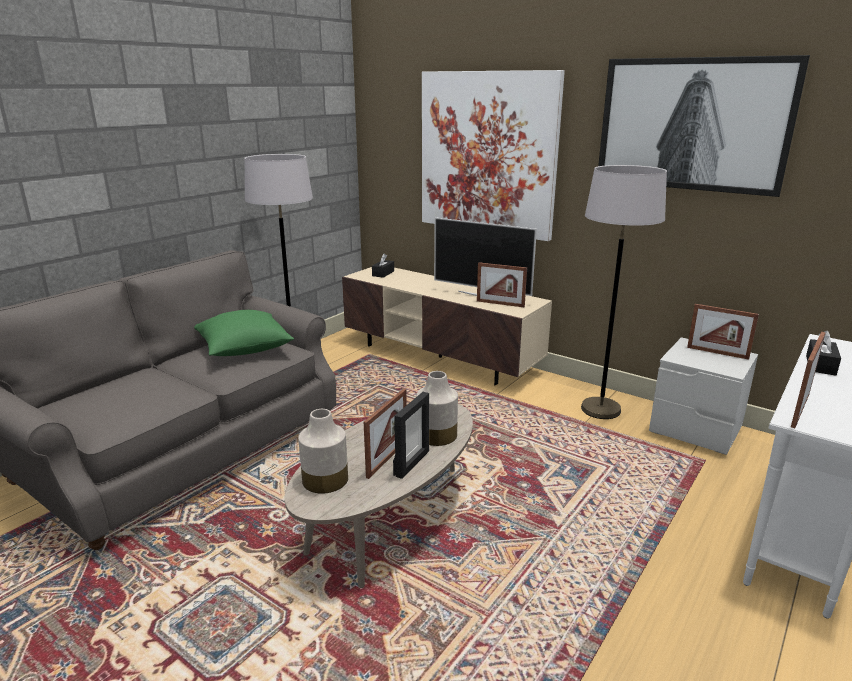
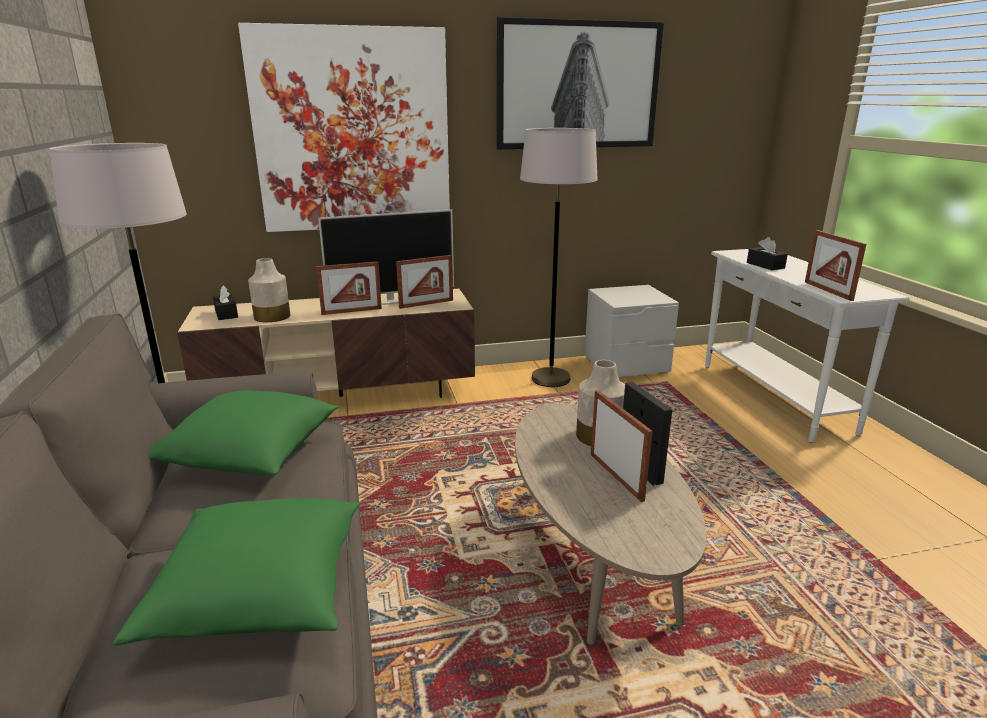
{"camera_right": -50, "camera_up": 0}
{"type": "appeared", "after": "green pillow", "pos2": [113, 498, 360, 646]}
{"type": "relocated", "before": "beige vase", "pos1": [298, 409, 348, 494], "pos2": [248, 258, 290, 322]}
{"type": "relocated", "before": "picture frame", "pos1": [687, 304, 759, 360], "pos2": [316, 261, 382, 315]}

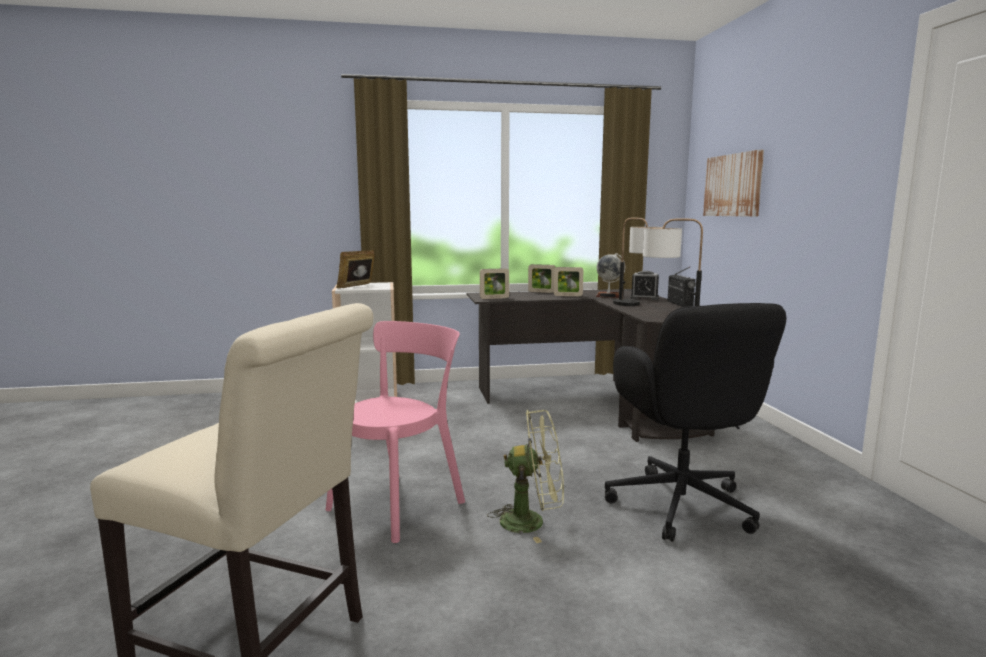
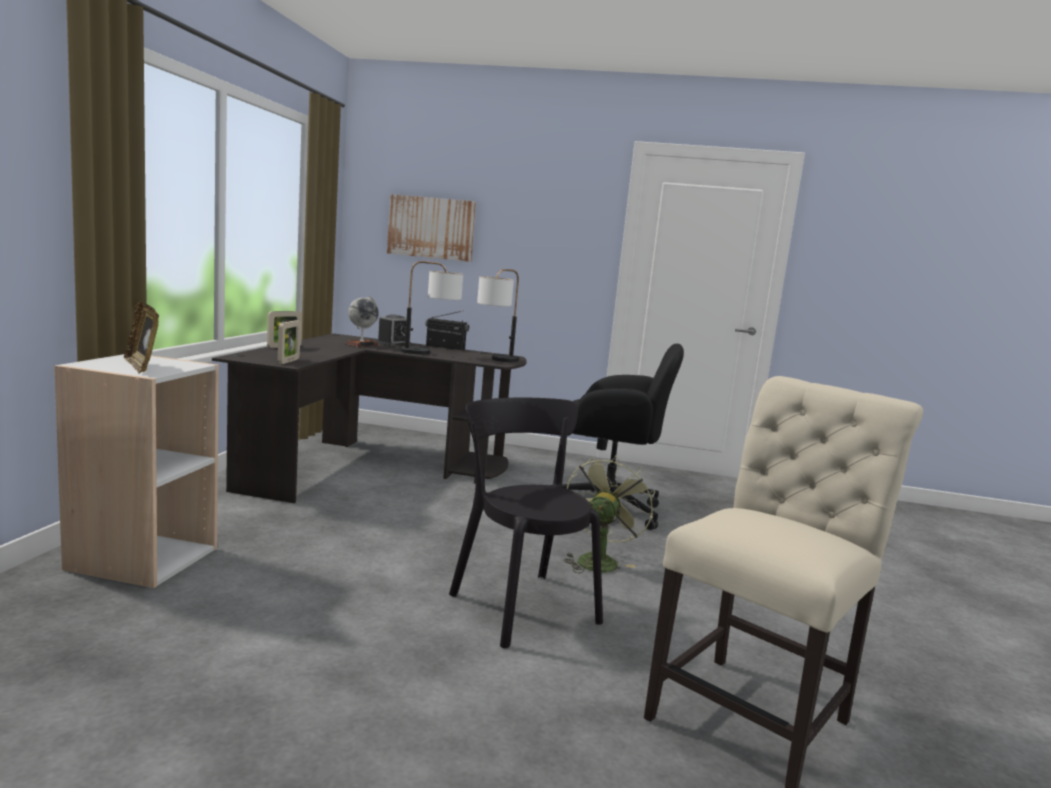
{"camera_right": -70, "camera_up": 0}
{"type": "colour", "before": "pink chair", "after": "black chair", "pos1": [326, 321, 465, 543], "pos2": [449, 398, 603, 649]}
{"type": "missing", "before": "picture frame", "pos1": [554, 267, 584, 296]}

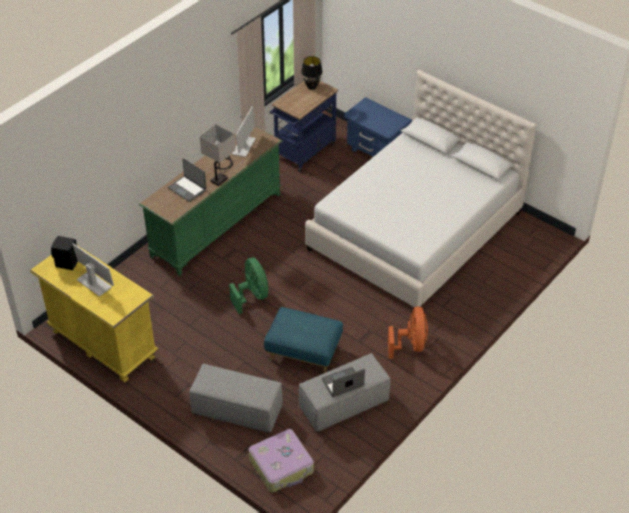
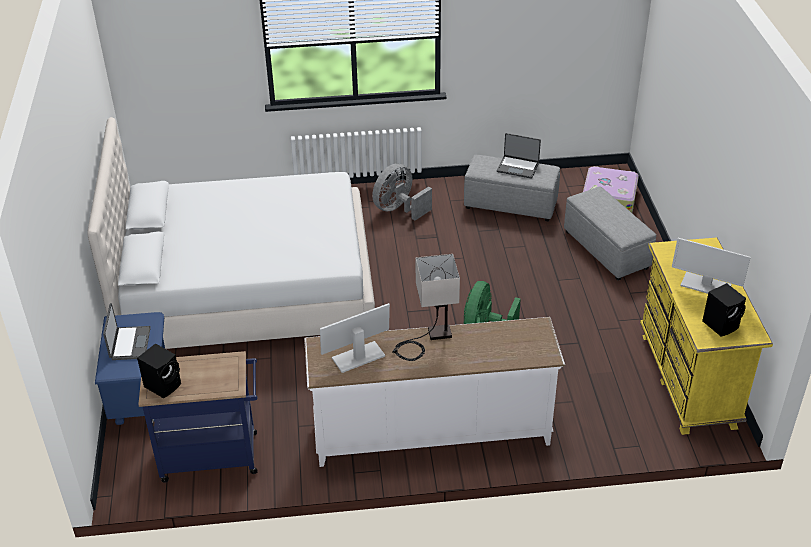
{"camera_right": -135, "camera_up": -5}
{"type": "relocated", "before": "laptop", "pos1": [168, 158, 206, 202], "pos2": [103, 303, 151, 360]}
{"type": "exchanged", "before": "black table lamp", "after": "black speaker", "pos1": [301, 56, 323, 90], "pos2": [137, 343, 181, 399]}
{"type": "colour", "before": "green cabinet", "after": "white cabinet", "pos1": [139, 126, 283, 276], "pos2": [304, 317, 565, 467]}
{"type": "colour", "before": "orange fan", "after": "grey fan", "pos1": [388, 307, 428, 359], "pos2": [372, 163, 432, 220]}
{"type": "spun", "before": "monitor", "pos1": [73, 243, 114, 297], "pos2": [672, 238, 751, 294], "turn": -60}
{"type": "missing", "before": "blue ottoman", "pos1": [264, 307, 343, 373]}

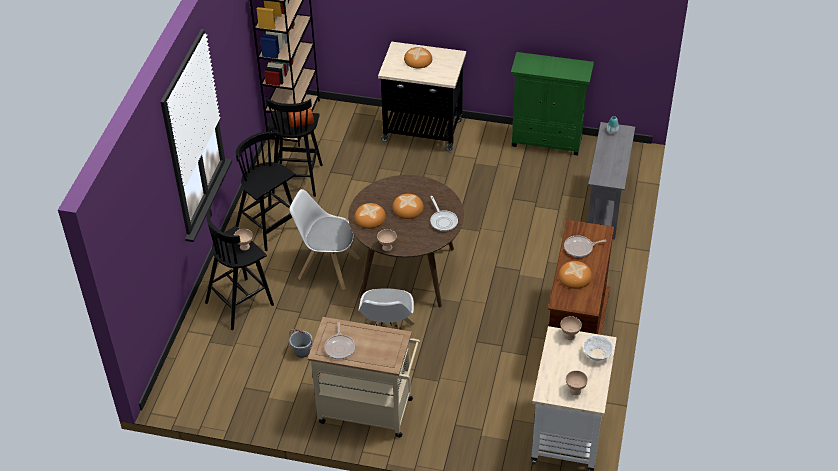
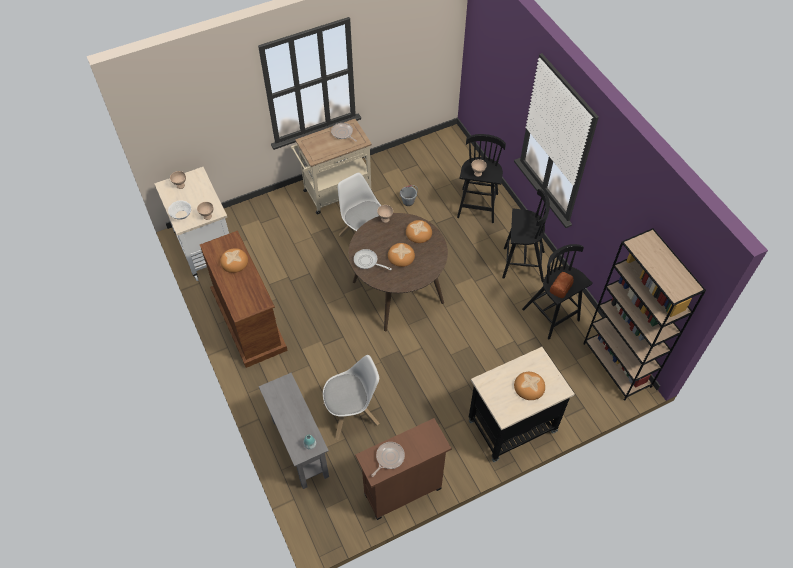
{"camera_right": 140, "camera_up": 10}
{"type": "relocated", "before": "chair", "pos1": [290, 189, 360, 290], "pos2": [322, 355, 379, 440]}
{"type": "colour", "before": "green cabinet", "after": "brown cabinet", "pos1": [511, 52, 594, 156], "pos2": [355, 418, 452, 520]}
{"type": "relocated", "before": "frying pan", "pos1": [564, 235, 606, 257], "pos2": [371, 442, 405, 477]}

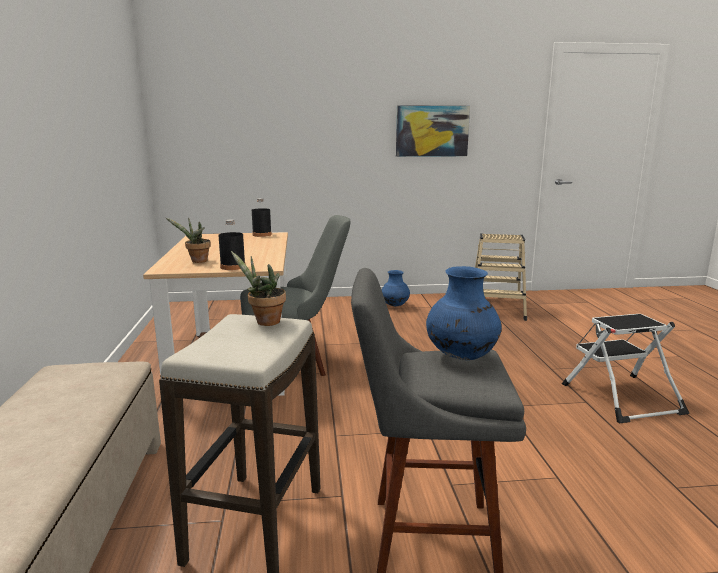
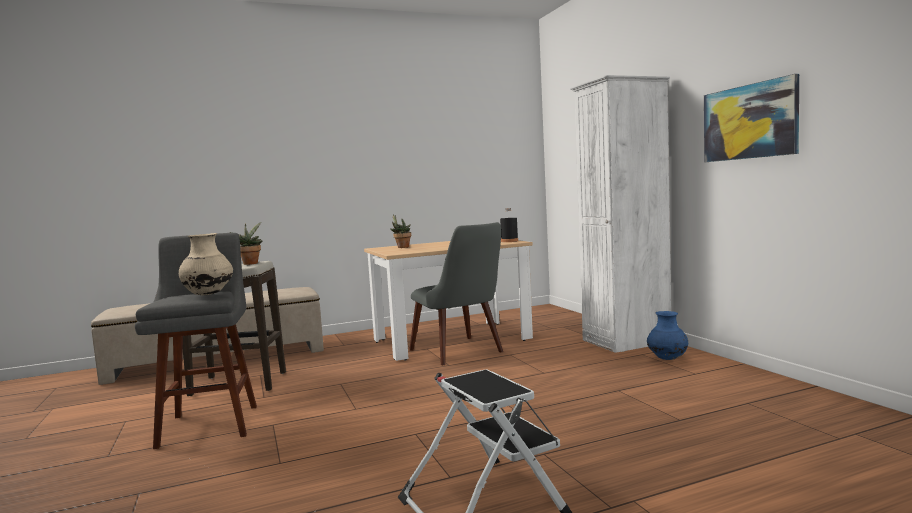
{"camera_right": 75, "camera_up": -10}
{"type": "colour", "before": "blue vase", "after": "beige vase", "pos1": [426, 266, 502, 360], "pos2": [179, 233, 233, 295]}
{"type": "appeared", "after": "white cabinet", "pos2": [570, 75, 671, 353]}
{"type": "missing", "before": "black bottle", "pos1": [218, 220, 245, 270]}
{"type": "missing", "before": "beige step ladder", "pos1": [475, 233, 527, 321]}

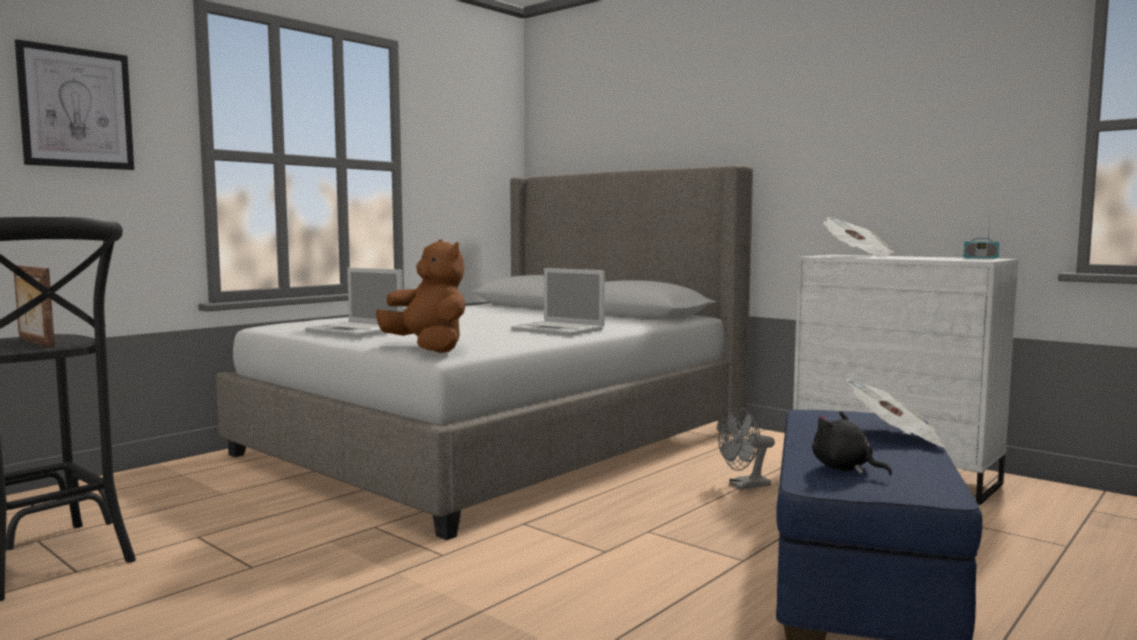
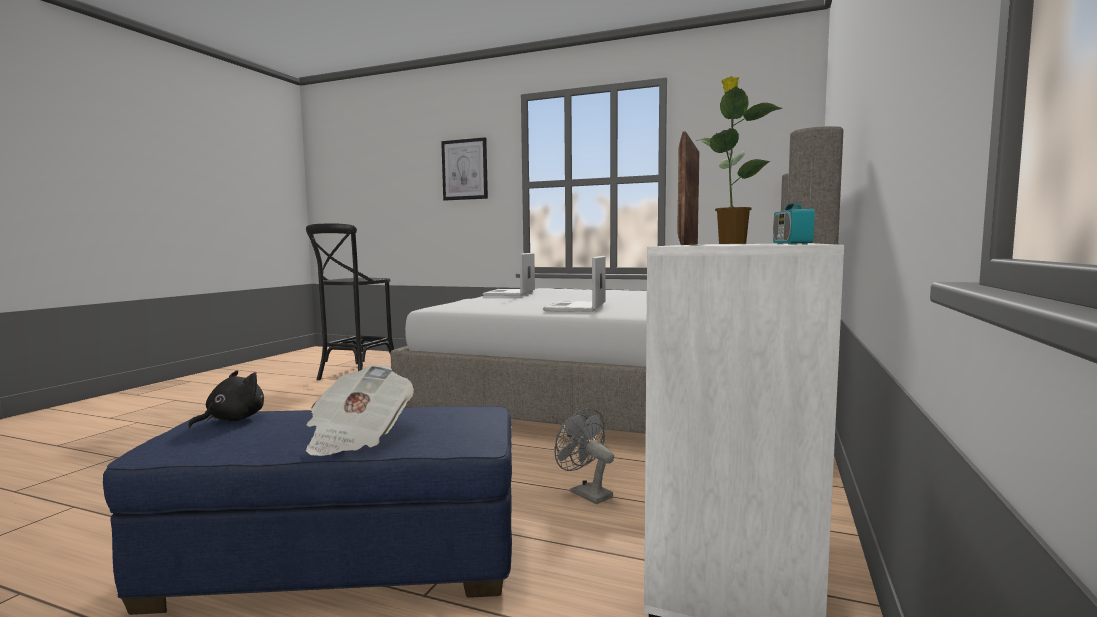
{"camera_right": 70, "camera_up": 0}
{"type": "relocated", "before": "picture frame", "pos1": [14, 265, 55, 348], "pos2": [677, 131, 699, 245]}
{"type": "exchanged", "before": "newspaper", "after": "potted plant", "pos1": [823, 217, 894, 258], "pos2": [695, 76, 782, 244]}
{"type": "missing", "before": "brown plush toy", "pos1": [376, 239, 465, 353]}

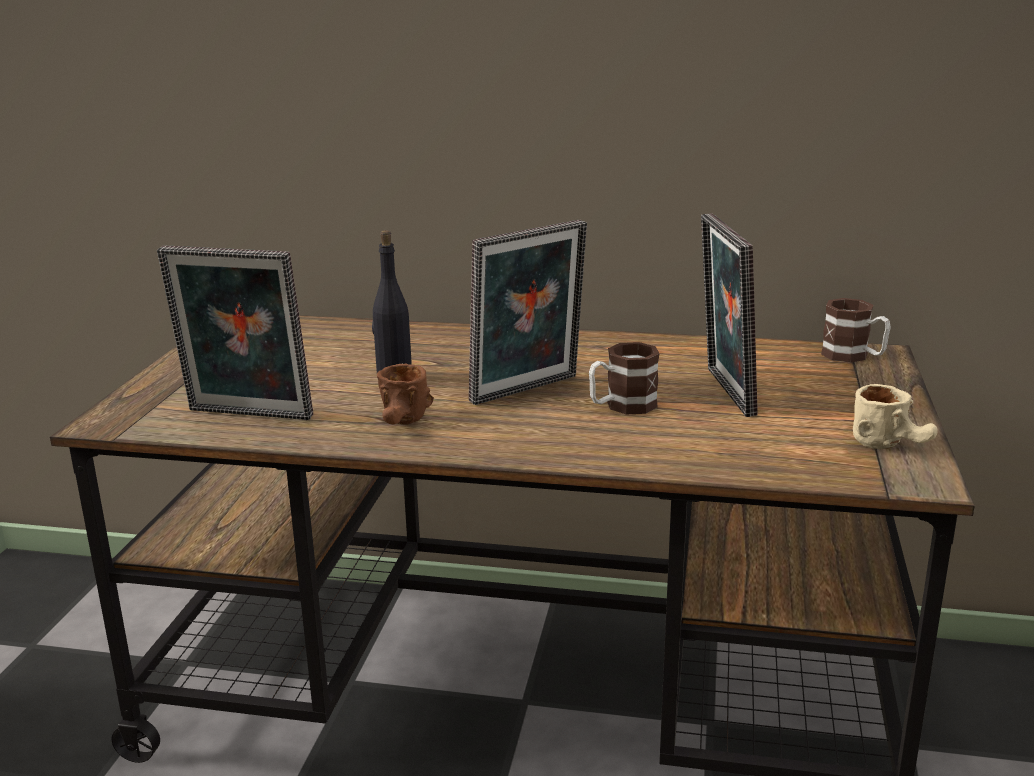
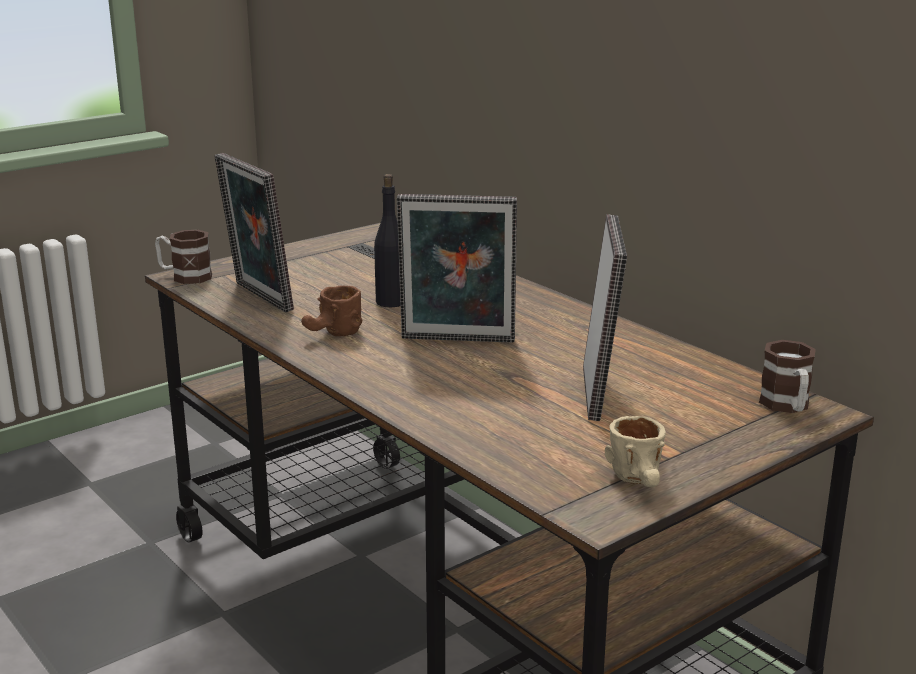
{"camera_right": 40, "camera_up": 0}
{"type": "relocated", "before": "mug", "pos1": [589, 342, 660, 415], "pos2": [155, 230, 212, 284]}
{"type": "spun", "before": "picture frame", "pos1": [701, 213, 758, 417], "pos2": [583, 214, 627, 421], "turn": 150}

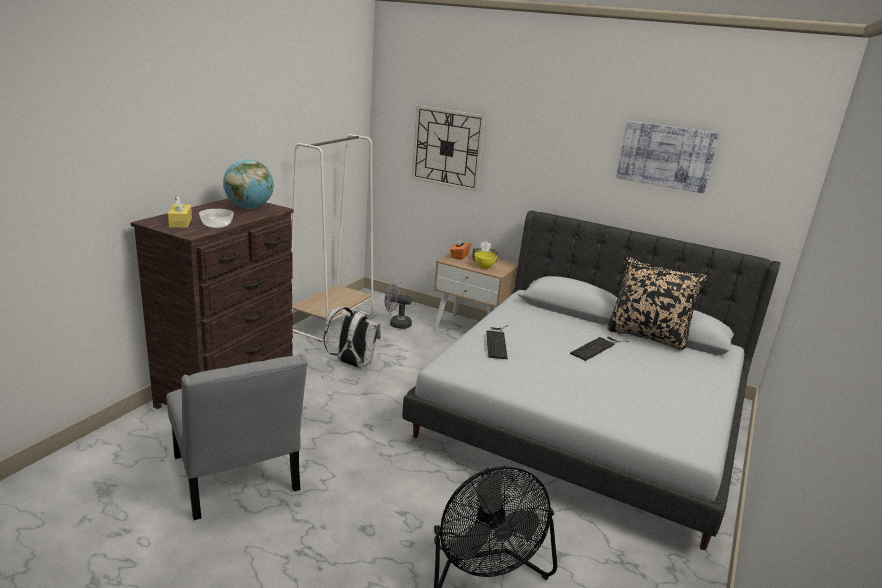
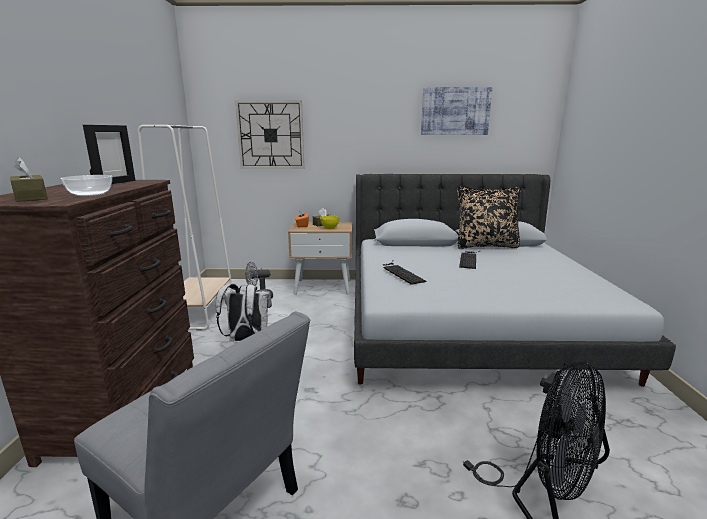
{"camera_right": -25, "camera_up": -5}
{"type": "colour", "before": "yellow tissue box", "after": "brown tissue box", "pos1": [168, 196, 192, 228], "pos2": [10, 157, 48, 202]}
{"type": "exchanged", "before": "globe", "after": "picture frame", "pos1": [223, 159, 274, 209], "pos2": [83, 125, 136, 184]}

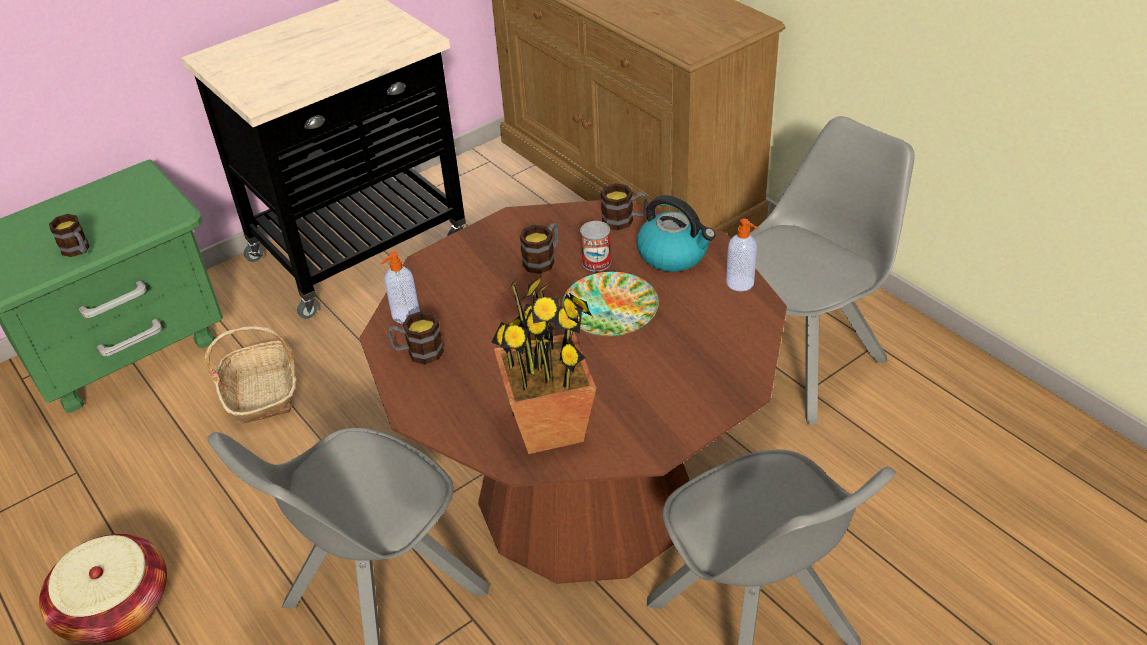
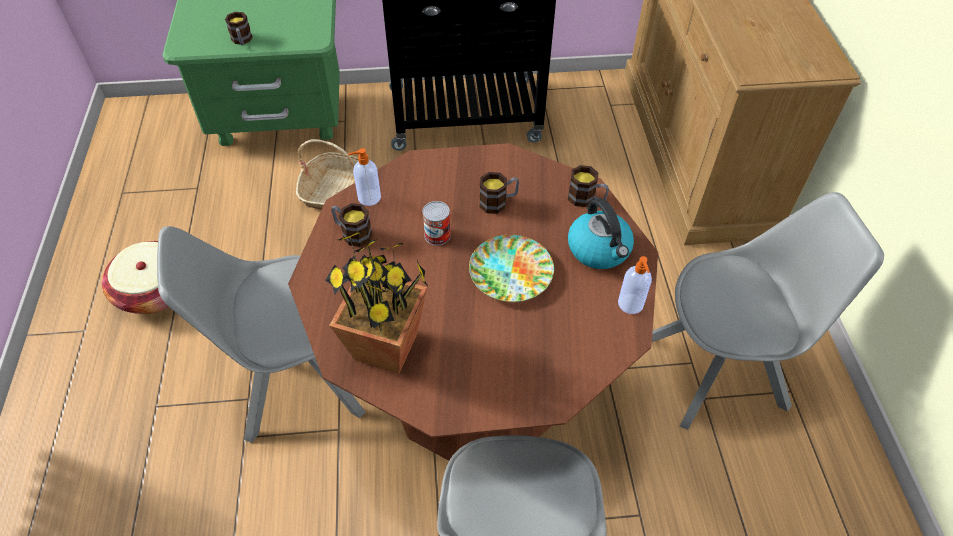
{"camera_right": 30, "camera_up": 10}
{"type": "relocated", "before": "can", "pos1": [580, 221, 611, 272], "pos2": [423, 201, 451, 245]}

